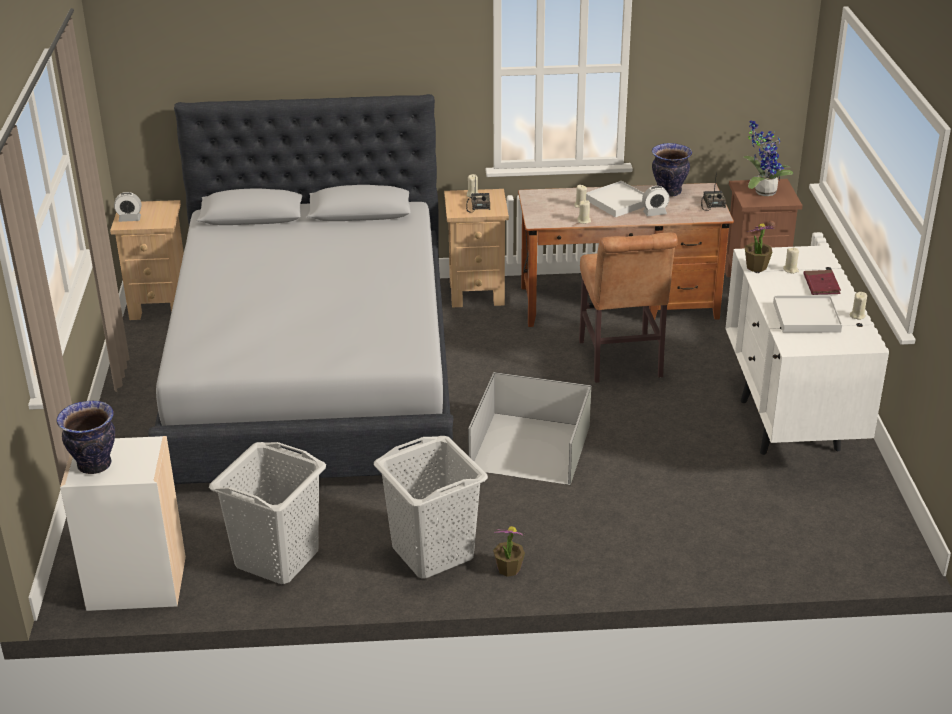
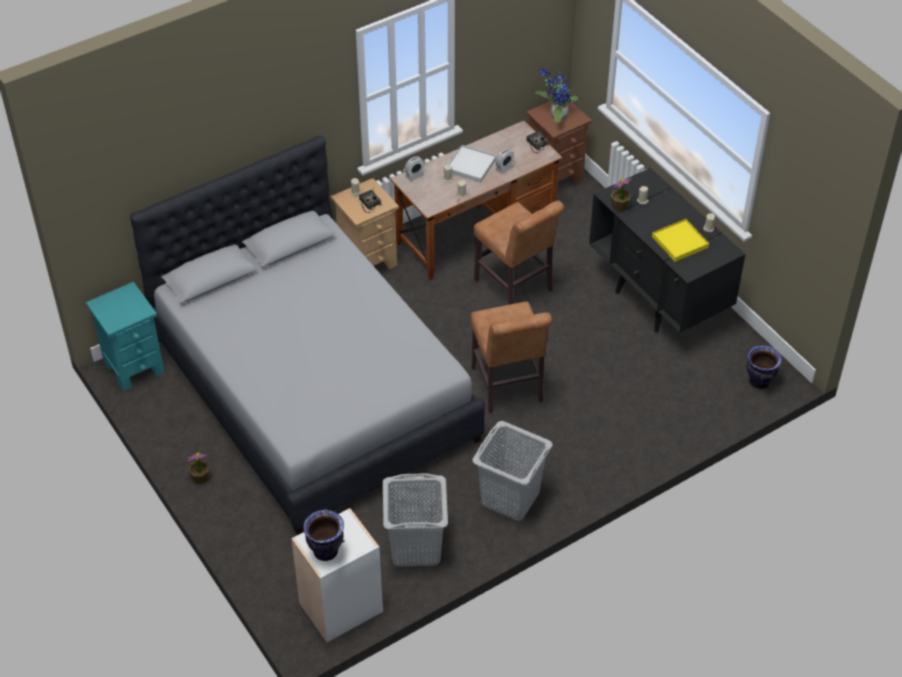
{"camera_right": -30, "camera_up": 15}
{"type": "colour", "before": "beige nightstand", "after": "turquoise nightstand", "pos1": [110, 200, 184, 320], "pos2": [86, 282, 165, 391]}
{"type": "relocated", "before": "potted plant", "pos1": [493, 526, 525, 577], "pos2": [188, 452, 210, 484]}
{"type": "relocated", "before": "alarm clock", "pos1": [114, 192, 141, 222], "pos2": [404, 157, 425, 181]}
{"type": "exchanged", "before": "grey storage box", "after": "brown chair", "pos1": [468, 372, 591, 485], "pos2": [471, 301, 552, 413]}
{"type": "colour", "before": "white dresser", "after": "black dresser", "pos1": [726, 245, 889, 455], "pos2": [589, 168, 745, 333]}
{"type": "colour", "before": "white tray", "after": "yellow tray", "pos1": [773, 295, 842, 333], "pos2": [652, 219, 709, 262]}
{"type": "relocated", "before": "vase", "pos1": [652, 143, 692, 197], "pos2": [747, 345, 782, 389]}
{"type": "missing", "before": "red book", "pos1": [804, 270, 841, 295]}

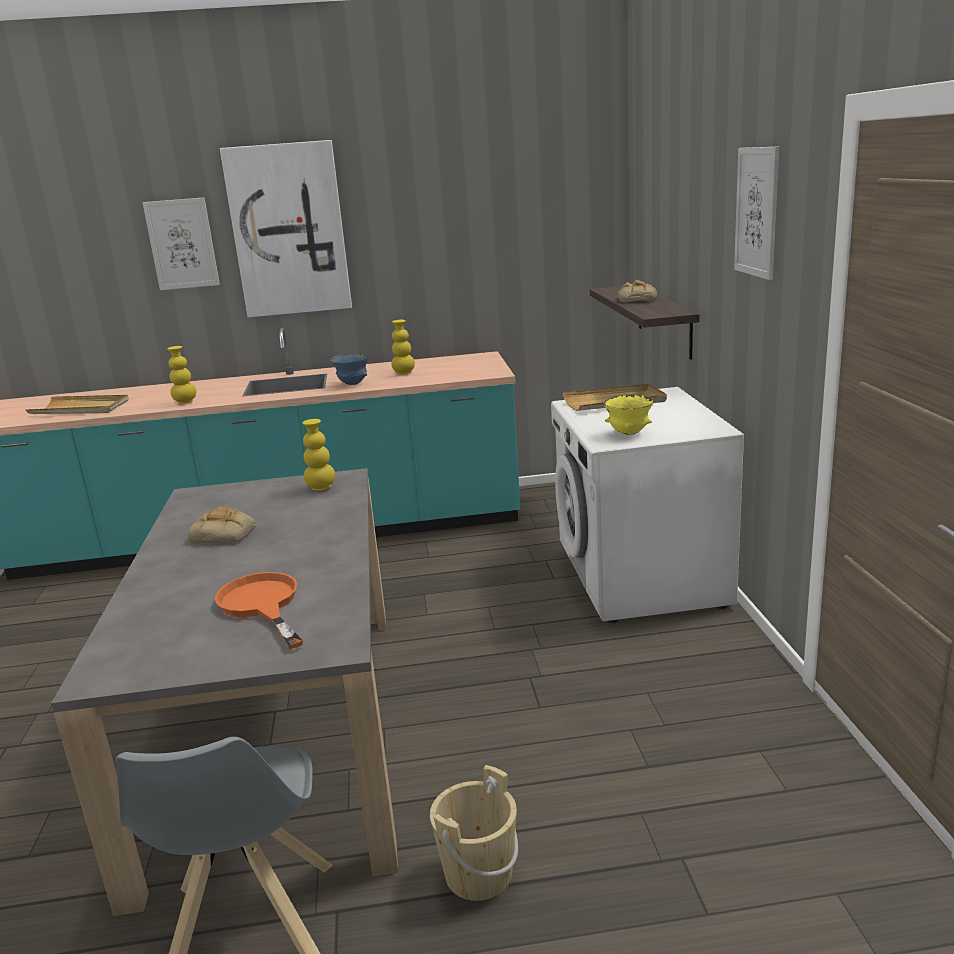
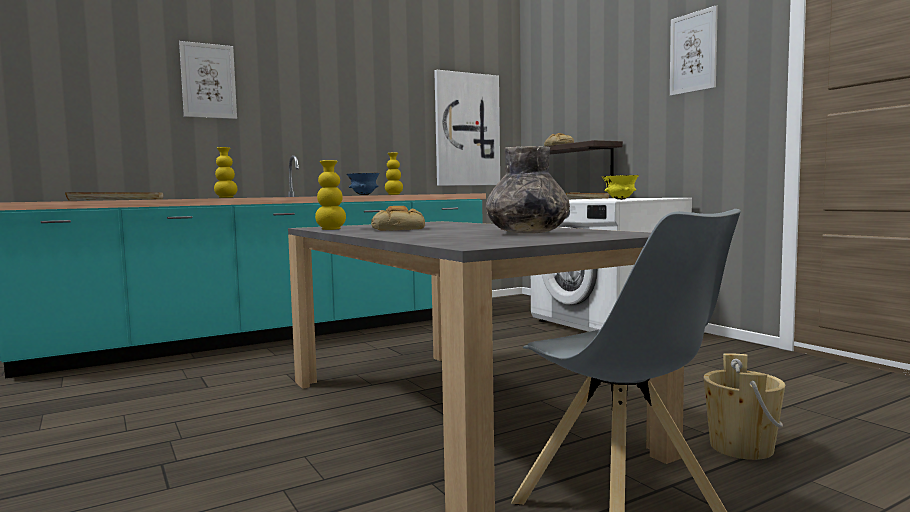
{"camera_right": -25, "camera_up": -15}
{"type": "relocated", "before": "yellow vase", "pos1": [302, 419, 335, 491], "pos2": [315, 160, 346, 230]}
{"type": "relocated", "before": "picture", "pos1": [220, 140, 352, 317], "pos2": [434, 70, 500, 186]}
{"type": "exchanged", "before": "orange frying pan", "after": "grey vase", "pos1": [215, 572, 303, 649], "pos2": [486, 146, 570, 234]}

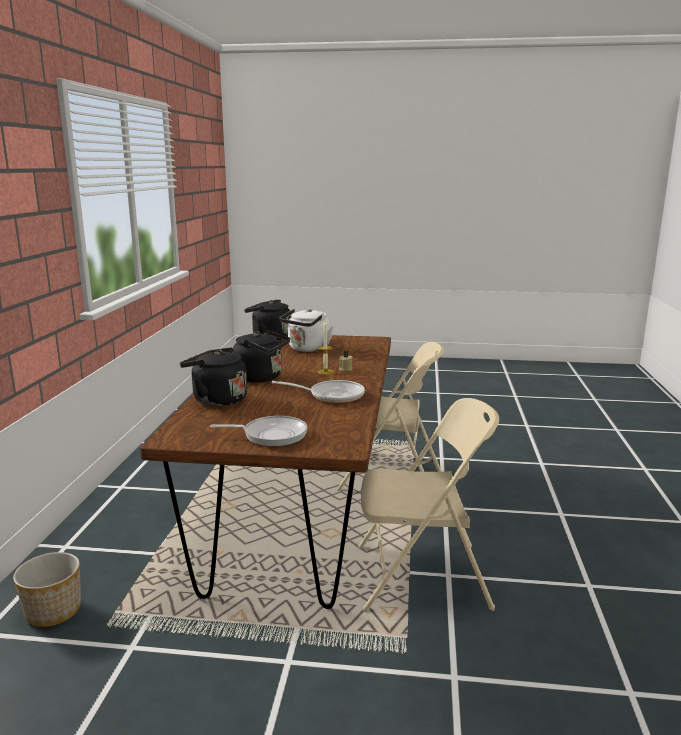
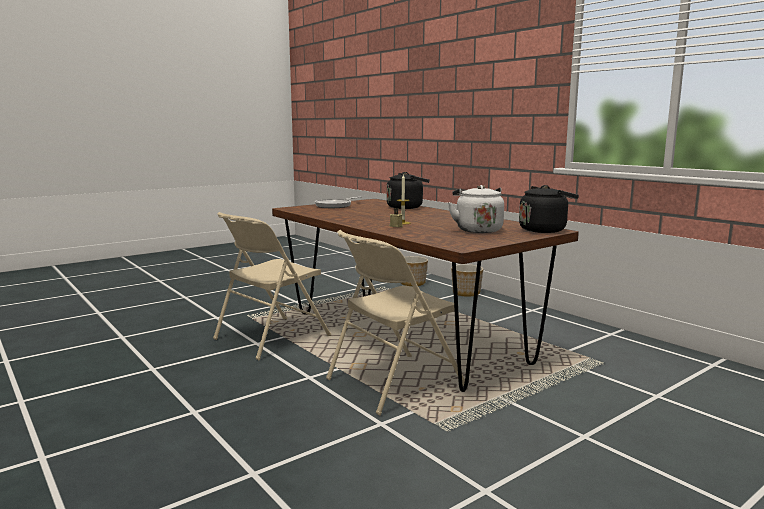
{"camera_right": 135, "camera_up": -5}
{"type": "appeared", "after": "planter", "pos2": [451, 264, 483, 297]}
{"type": "missing", "before": "black kettle", "pos1": [232, 330, 290, 383]}
{"type": "missing", "before": "frying pan", "pos1": [272, 380, 365, 403]}

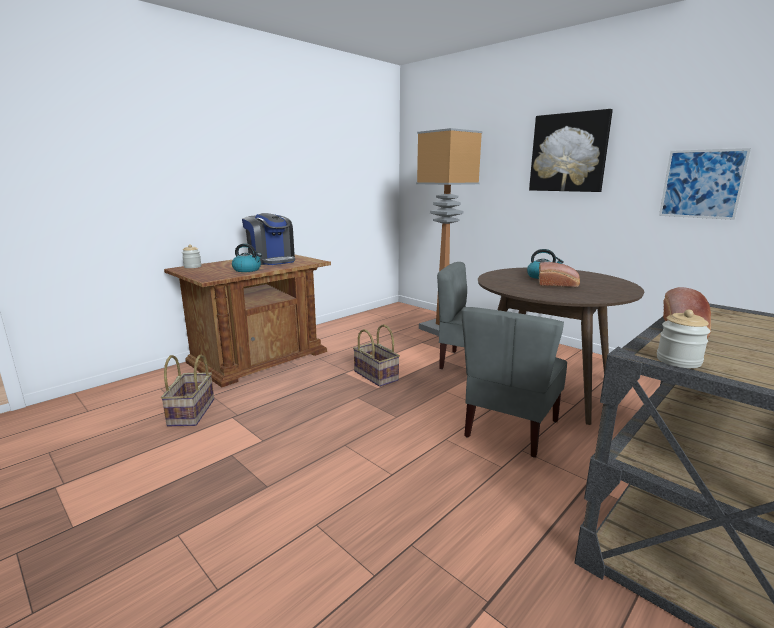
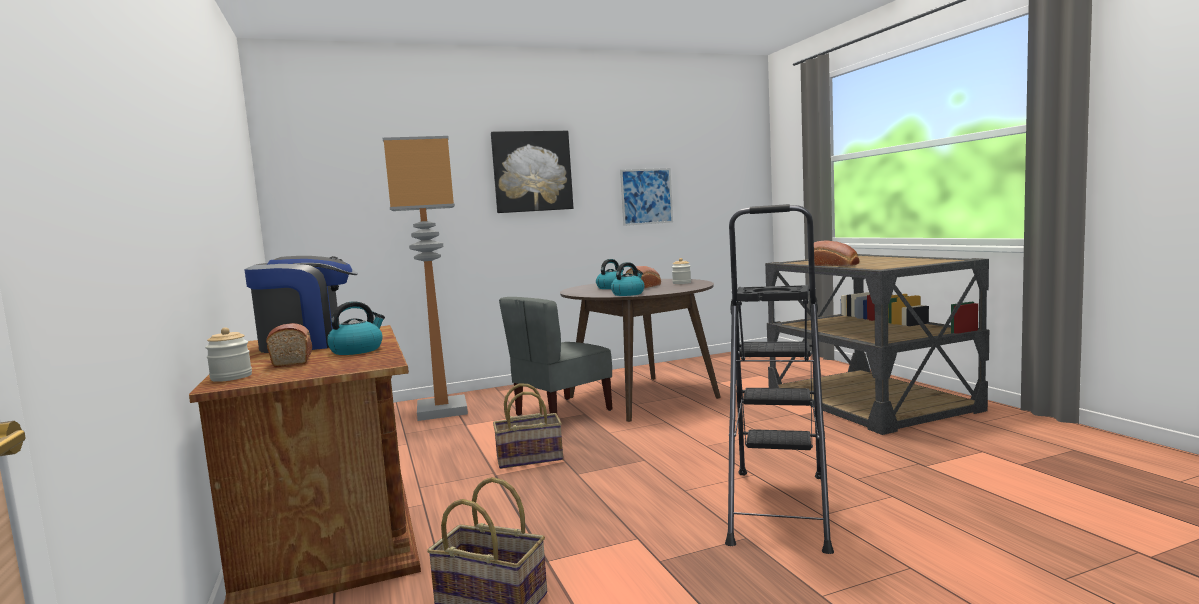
{"camera_right": -65, "camera_up": -10}
{"type": "appeared", "after": "bread", "pos2": [266, 323, 312, 367]}
{"type": "appeared", "after": "kettle", "pos2": [611, 262, 645, 296]}
{"type": "relocated", "before": "jar", "pos1": [657, 310, 710, 368], "pos2": [672, 258, 691, 284]}
{"type": "appeared", "after": "step ladder", "pos2": [725, 204, 834, 554]}
{"type": "missing", "before": "grey chair", "pos1": [462, 307, 567, 458]}

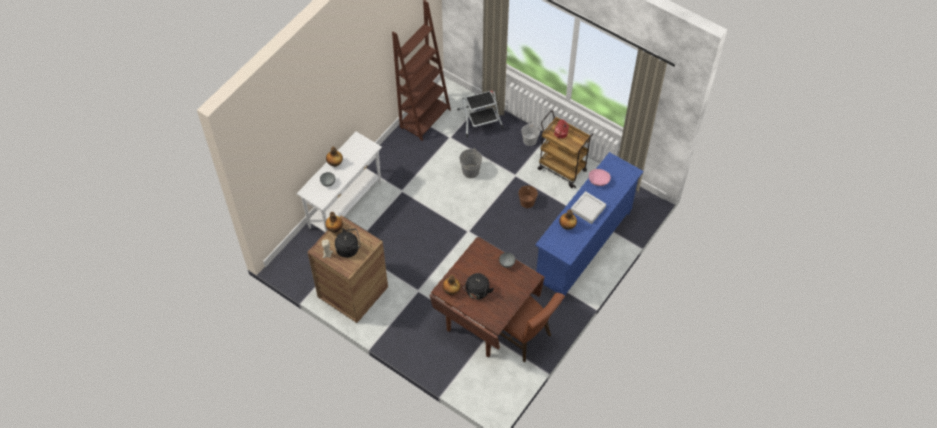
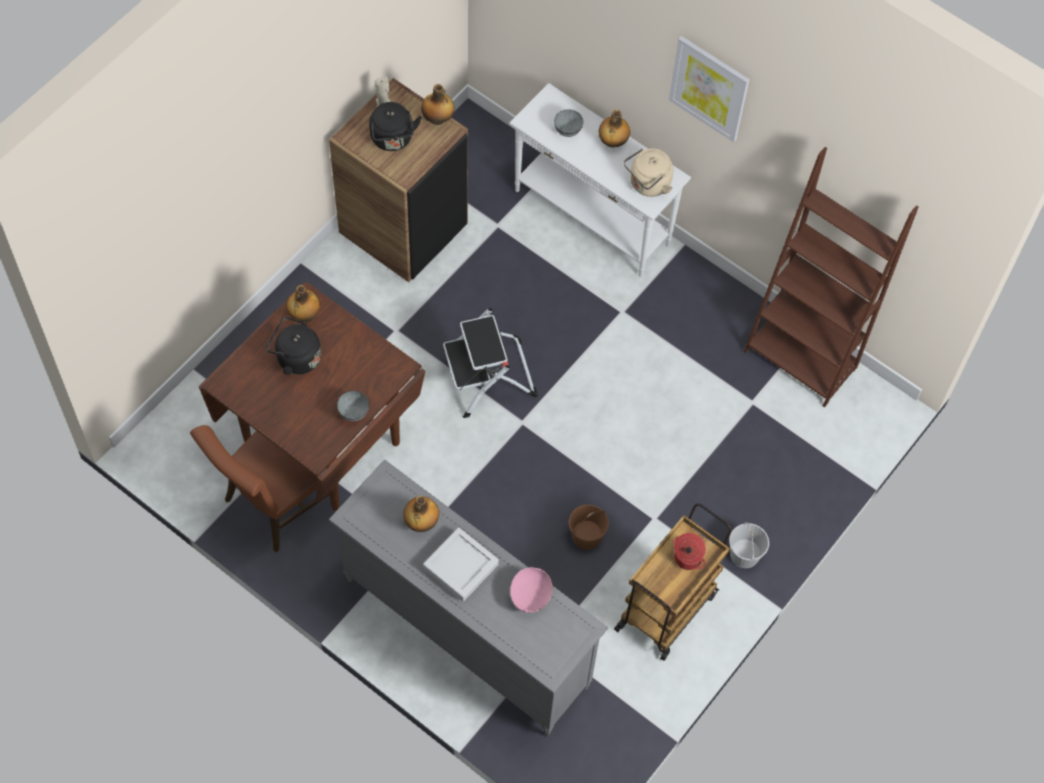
{"camera_right": 90, "camera_up": 5}
{"type": "colour", "before": "blue dresser", "after": "grey dresser", "pos1": [535, 152, 643, 301], "pos2": [329, 459, 608, 736]}
{"type": "relocated", "before": "step ladder", "pos1": [457, 91, 503, 138], "pos2": [443, 308, 538, 418]}
{"type": "appeared", "after": "beige kettle", "pos2": [624, 148, 673, 197]}
{"type": "appeared", "after": "picture", "pos2": [669, 36, 750, 142]}
{"type": "missing", "before": "grey bucket", "pos1": [460, 148, 482, 178]}

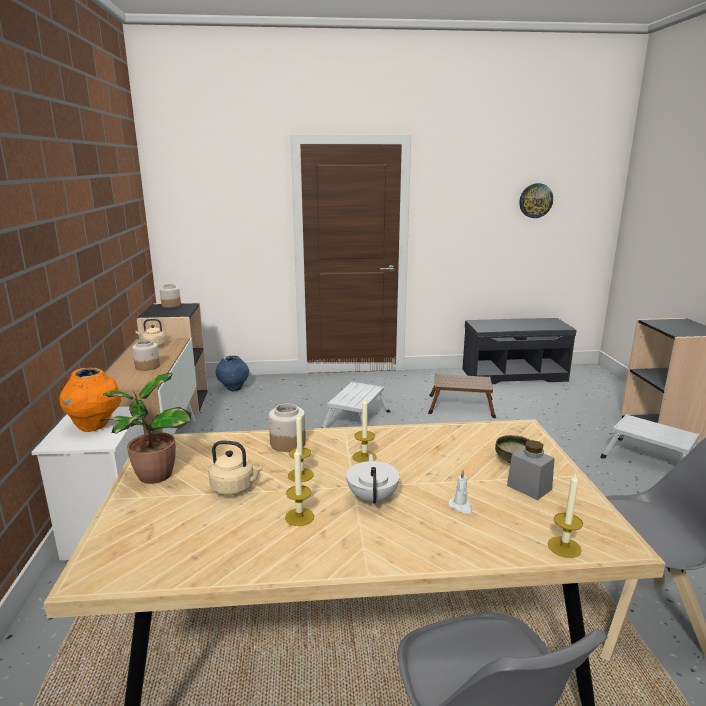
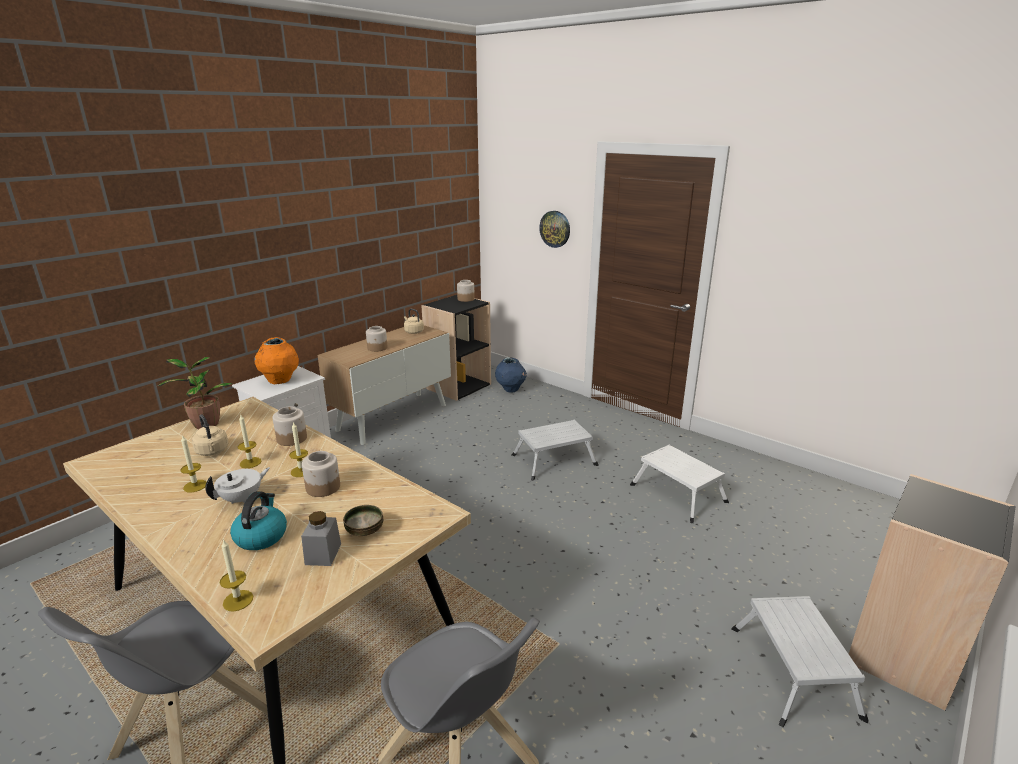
{"camera_right": 45, "camera_up": 5}
{"type": "exchanged", "before": "white candle", "after": "kettle", "pos1": [448, 470, 472, 514], "pos2": [230, 491, 287, 550]}
{"type": "appeared", "after": "jar", "pos2": [302, 451, 340, 497]}
{"type": "relocated", "before": "wall clock", "pos1": [519, 183, 553, 218], "pos2": [539, 211, 570, 248]}
{"type": "colour", "before": "brown step ladder", "after": "white step ladder", "pos1": [428, 374, 496, 419], "pos2": [630, 444, 729, 523]}
{"type": "missing", "before": "grey bench", "pos1": [463, 318, 577, 384]}

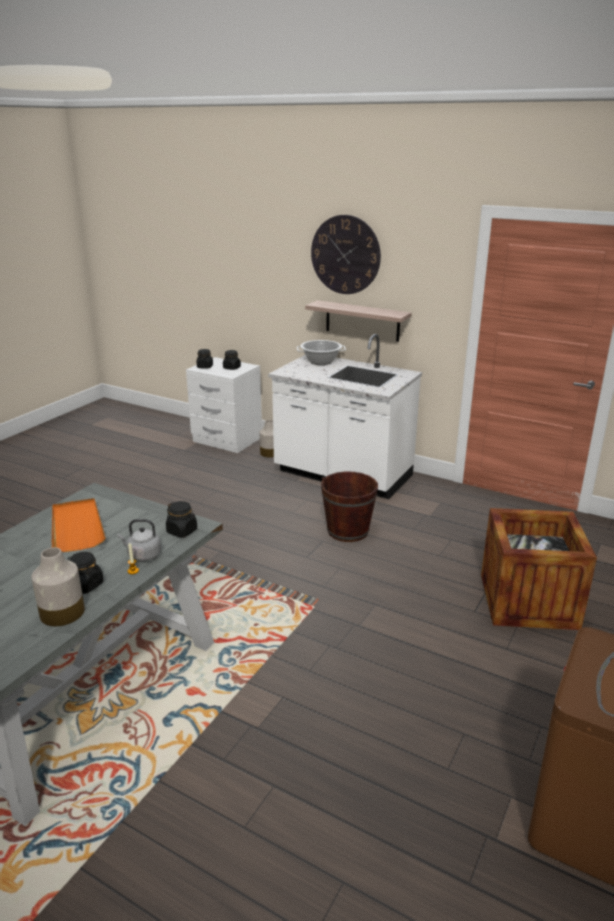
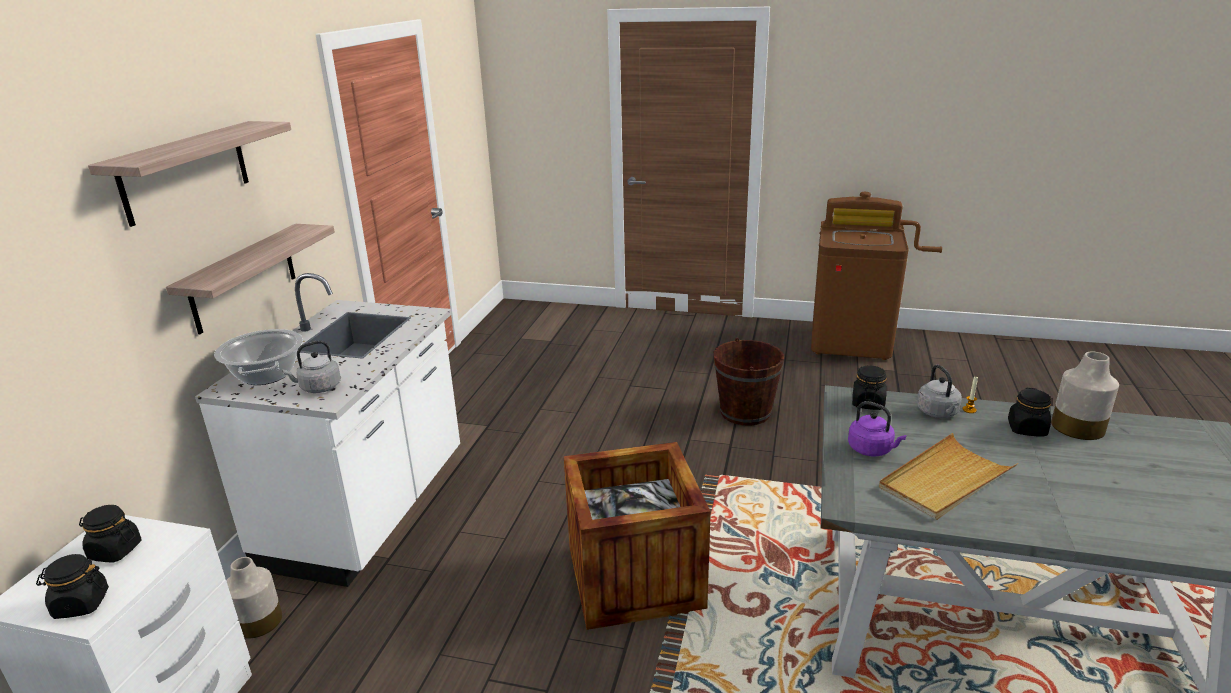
{"camera_right": -105, "camera_up": 0}
{"type": "exchanged", "before": "wall clock", "after": "shelf", "pos1": [311, 215, 381, 294], "pos2": [88, 121, 291, 227]}
{"type": "appeared", "after": "grey kettle", "pos2": [282, 340, 341, 393]}
{"type": "relocated", "before": "crate", "pos1": [481, 508, 597, 630], "pos2": [564, 442, 711, 630]}
{"type": "relocated", "before": "brown bucket", "pos1": [321, 472, 378, 542], "pos2": [714, 337, 784, 426]}
{"type": "appeared", "after": "purple kettle", "pos2": [848, 401, 906, 457]}
{"type": "colour", "before": "orange tray", "after": "beige tray", "pos1": [51, 498, 106, 552], "pos2": [879, 433, 1018, 520]}

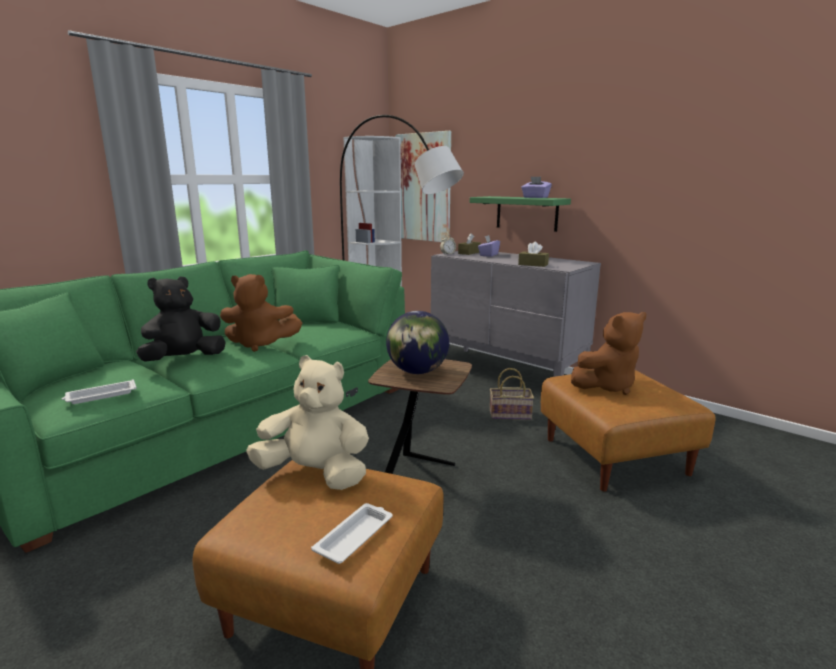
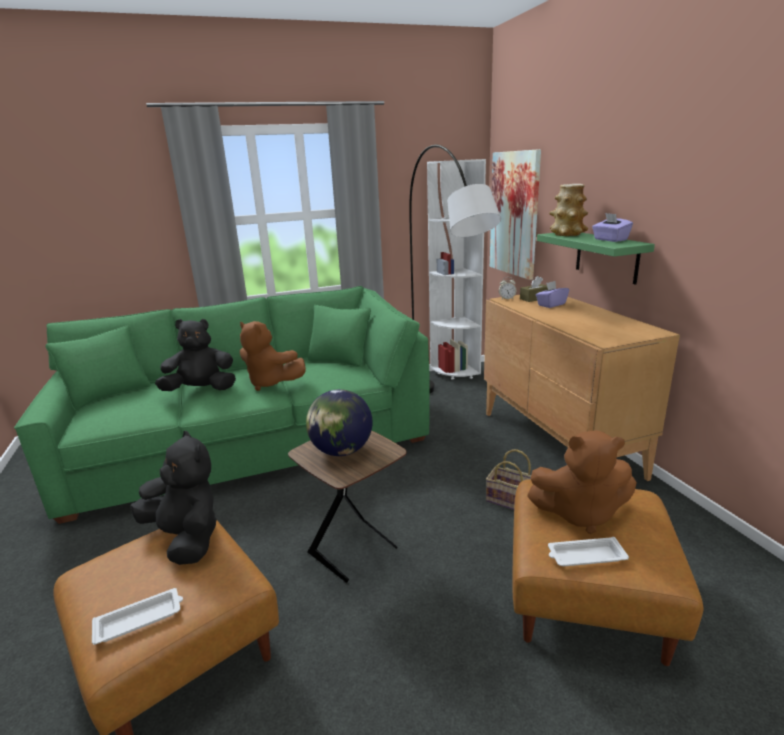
{"camera_right": 30, "camera_up": 5}
{"type": "colour", "before": "beige plush toy", "after": "black plush toy", "pos1": [246, 355, 369, 490], "pos2": [131, 431, 217, 565]}
{"type": "colour", "before": "grey cabinet", "after": "brown cabinet", "pos1": [431, 251, 601, 377], "pos2": [484, 295, 680, 481]}
{"type": "relocated", "before": "white tray", "pos1": [62, 379, 137, 404], "pos2": [548, 537, 629, 566]}
{"type": "appeared", "after": "vase", "pos2": [549, 184, 588, 236]}
{"type": "missing", "before": "brown tissue box", "pos1": [518, 242, 549, 267]}

